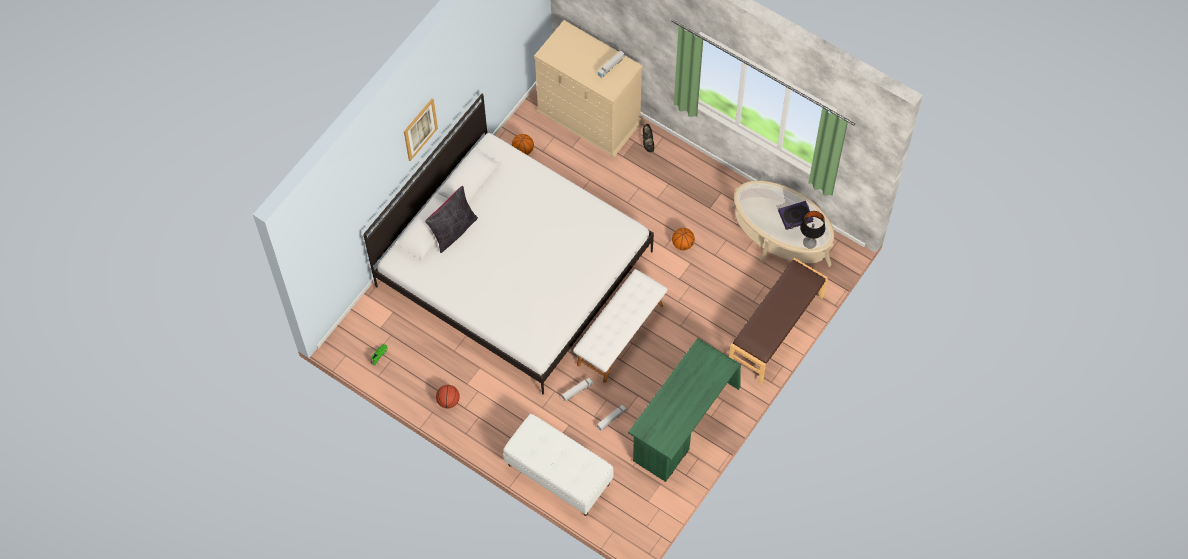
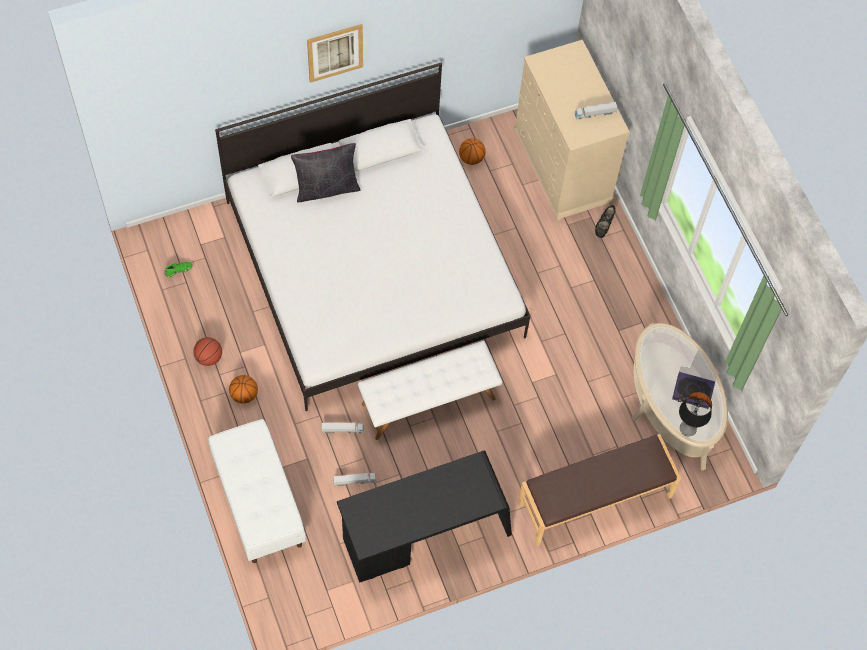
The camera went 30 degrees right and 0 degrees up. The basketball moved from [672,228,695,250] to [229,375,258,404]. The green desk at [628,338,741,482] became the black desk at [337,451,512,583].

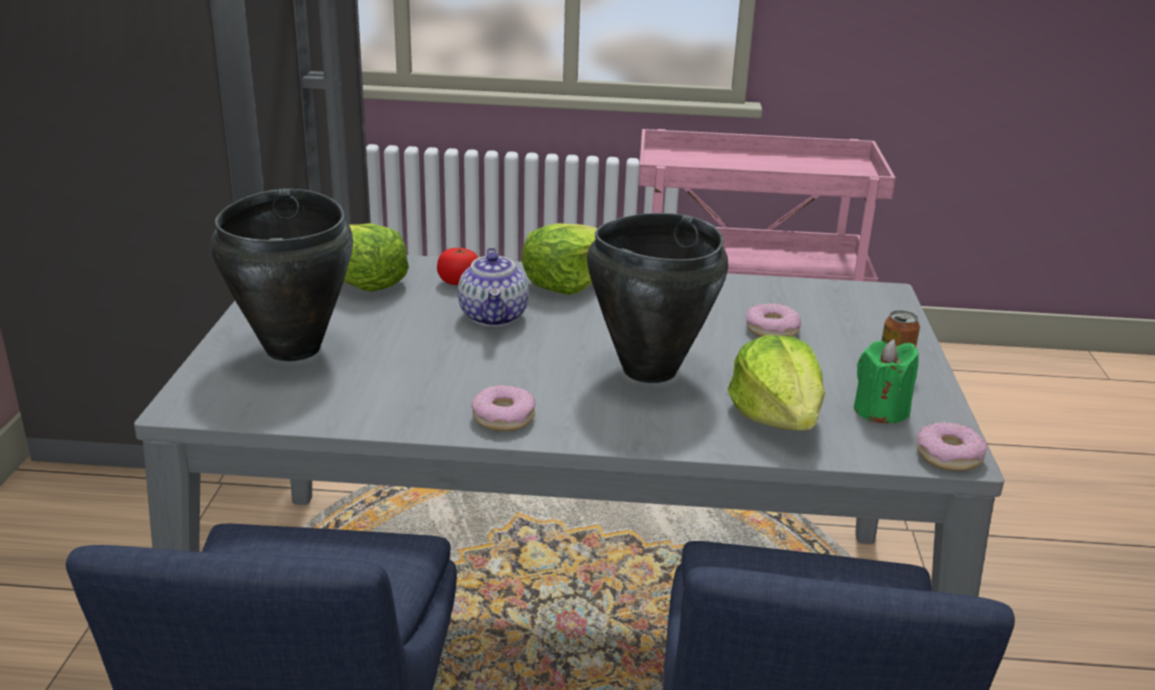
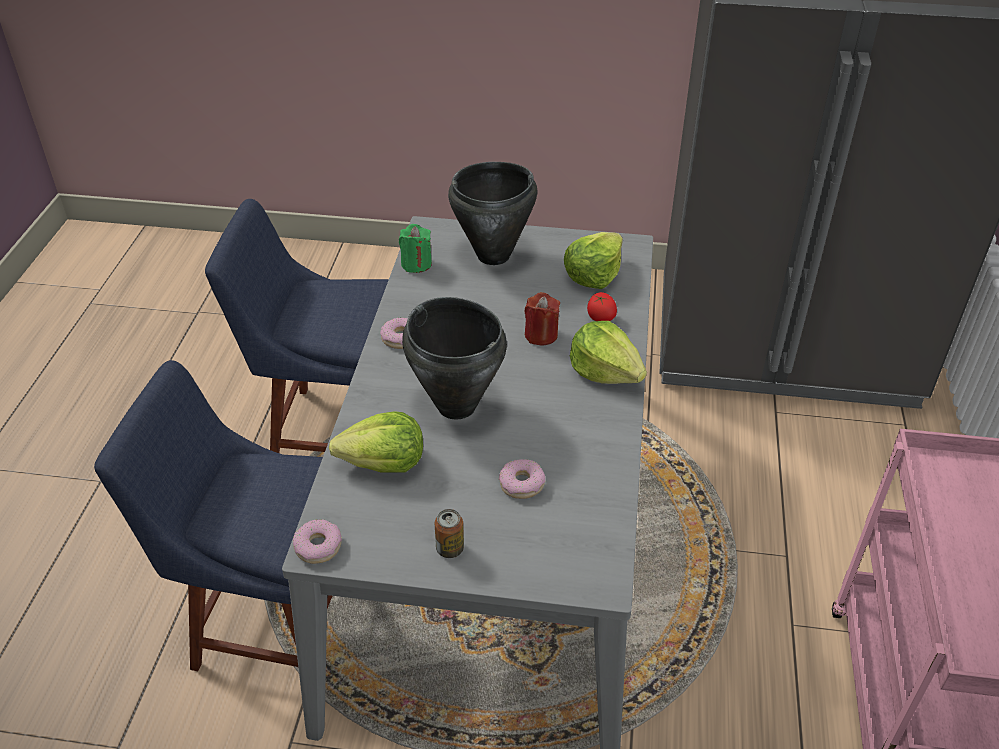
The camera went 95 degrees right and 15 degrees up. The green candle moved from [854,339,919,423] to [399,224,432,273]. The teapot at [458,248,529,326] was replaced by the red candle at [525,292,560,345].

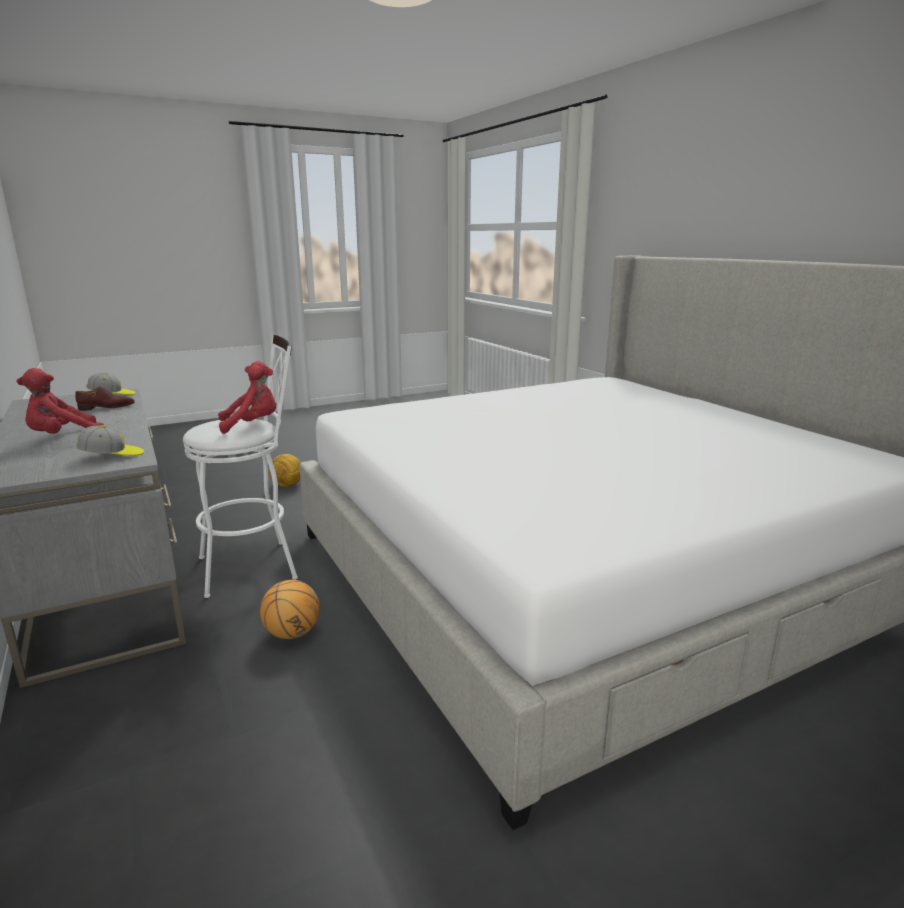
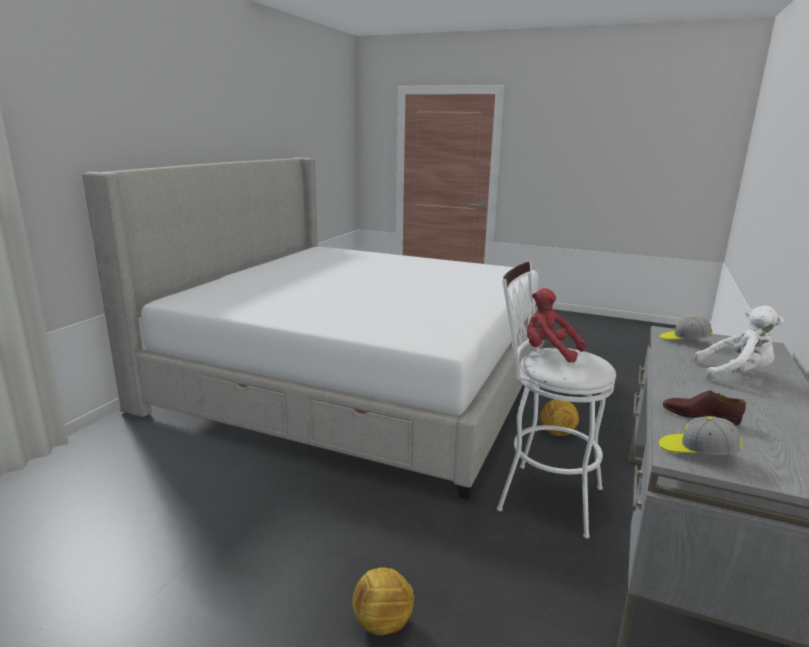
The camera went 130 degrees left and 0 degrees up. The basketball at [260,580,320,639] was replaced by the football at [540,399,579,436]. The red plush toy at [17,368,104,433] became the white plush toy at [694,306,784,381].

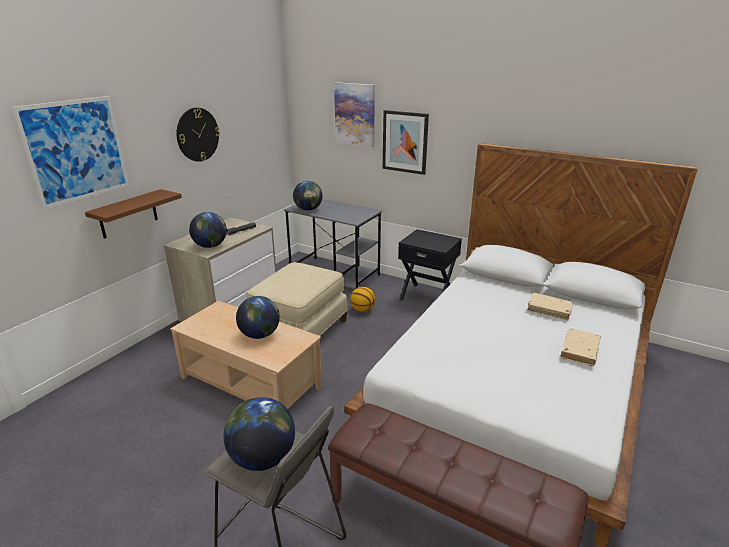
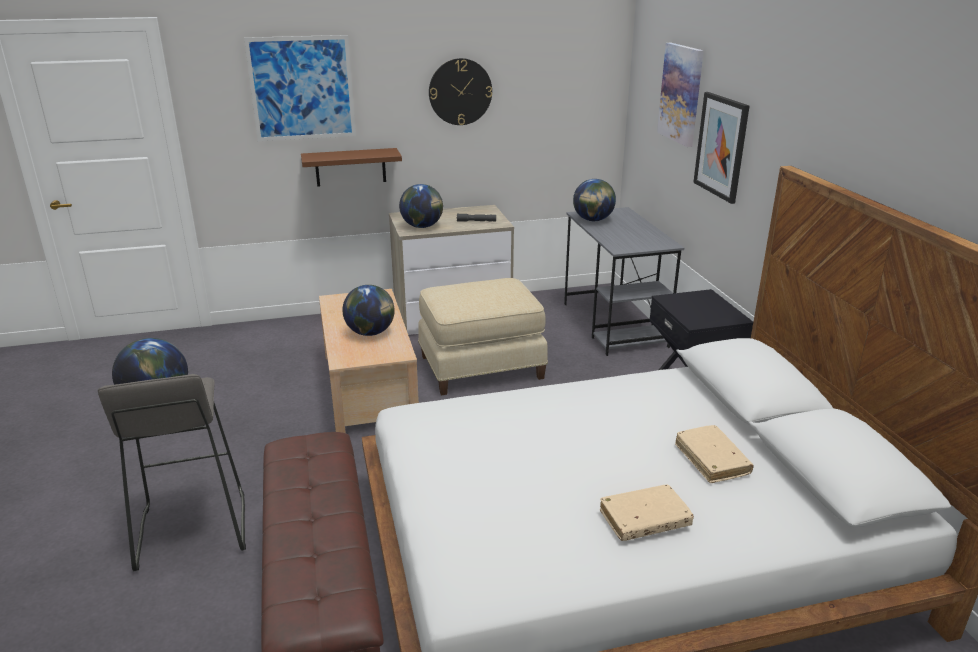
The camera went 45 degrees right and 0 degrees up. The basketball at [350,287,375,312] disappeared.

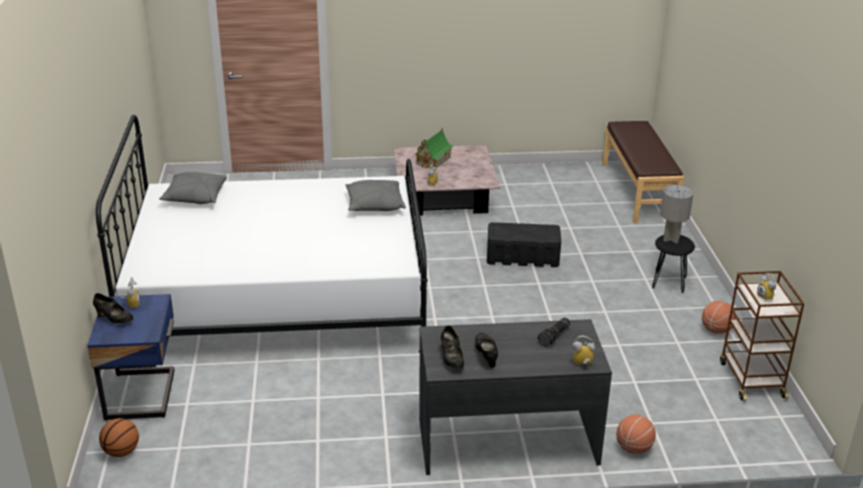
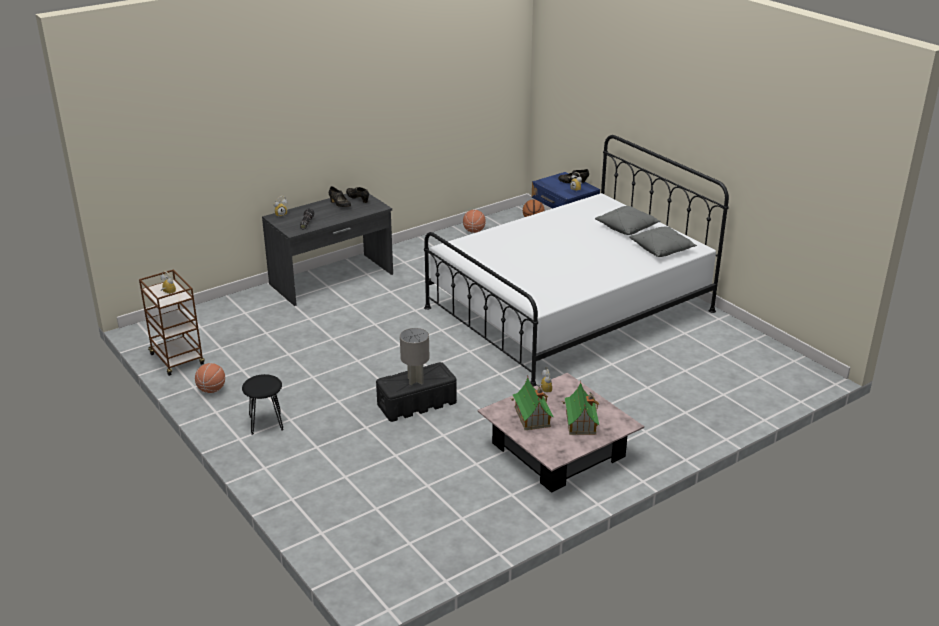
The camera went 150 degrees right and 0 degrees up. The brown bench at [602,121,684,223] disappeared. The toy house at [512,376,554,430] appeared. The grey pillow moved from [345,180,406,211] to [595,206,661,235]. The basketball moved from [616,414,656,454] to [463,210,486,233]. The grey table lamp moved from [660,185,694,244] to [400,328,430,385].

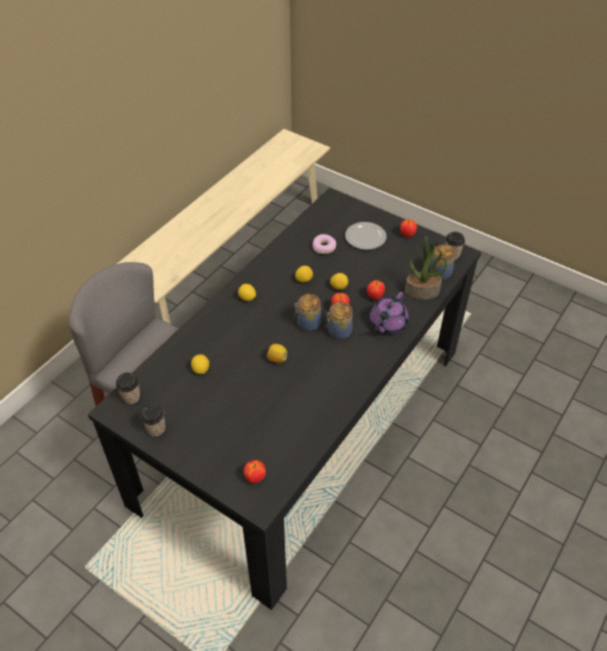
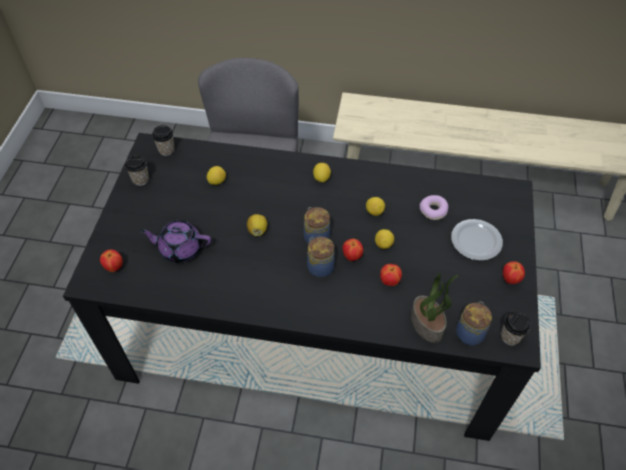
The camera went 65 degrees right and 5 degrees up. The purple teapot moved from [370,292,409,334] to [140,220,211,262].

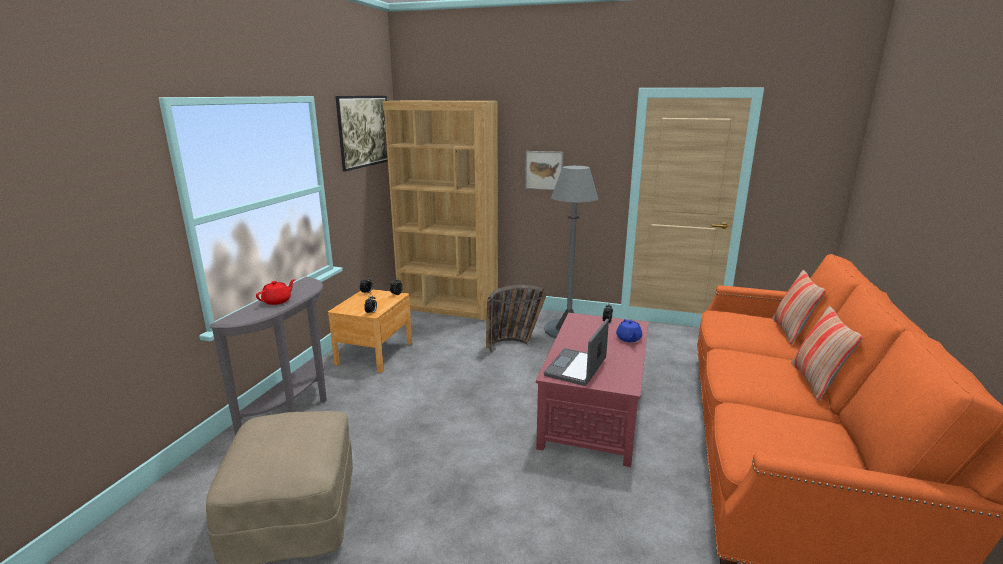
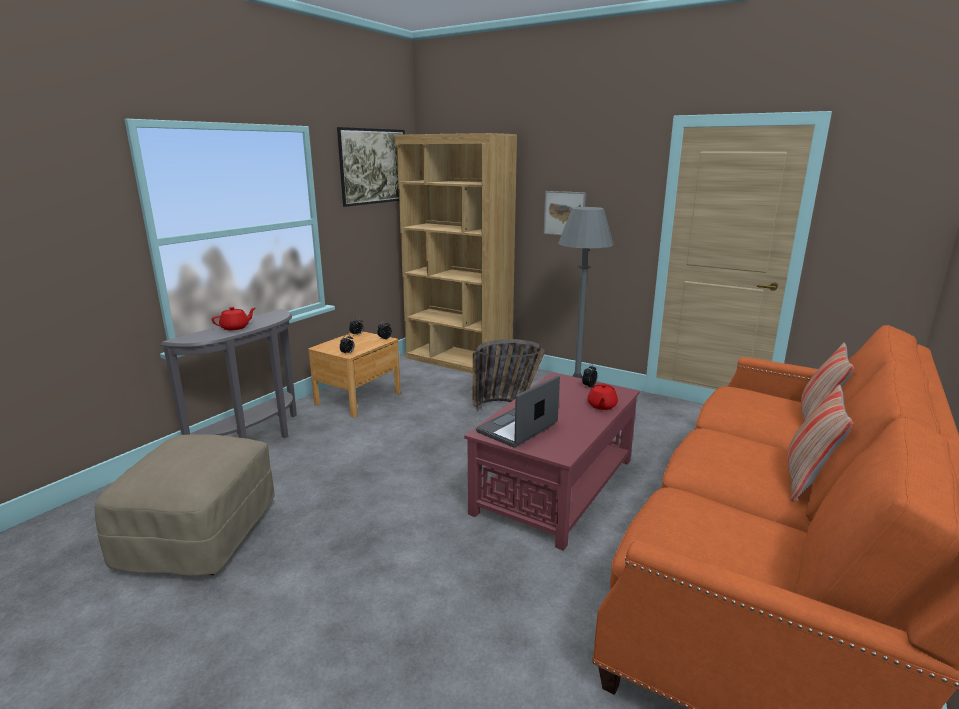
The camera went 15 degrees right and 0 degrees up. The blue teapot at [616,319,642,342] became the red teapot at [587,383,618,410].

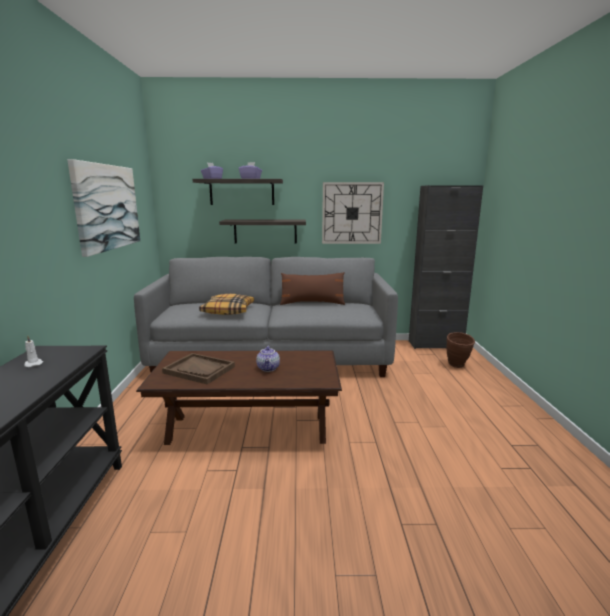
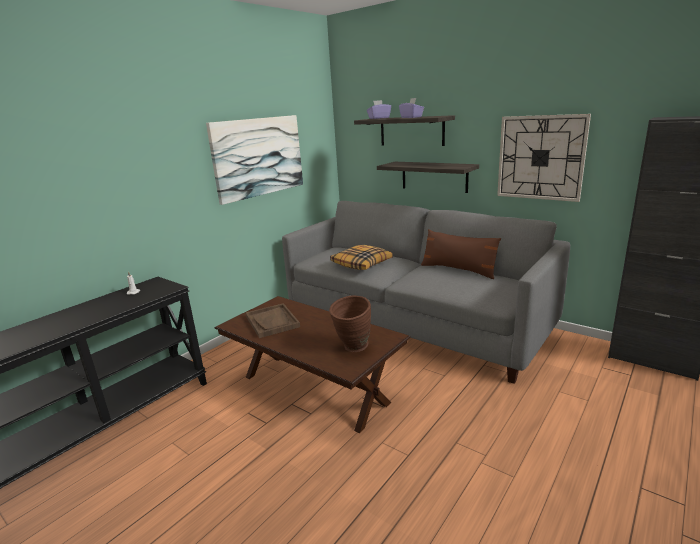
The camera went 40 degrees right and 5 degrees up. The teapot at [256,346,280,372] disappeared. The brown vase moved from [447,332,475,368] to [329,295,371,352].

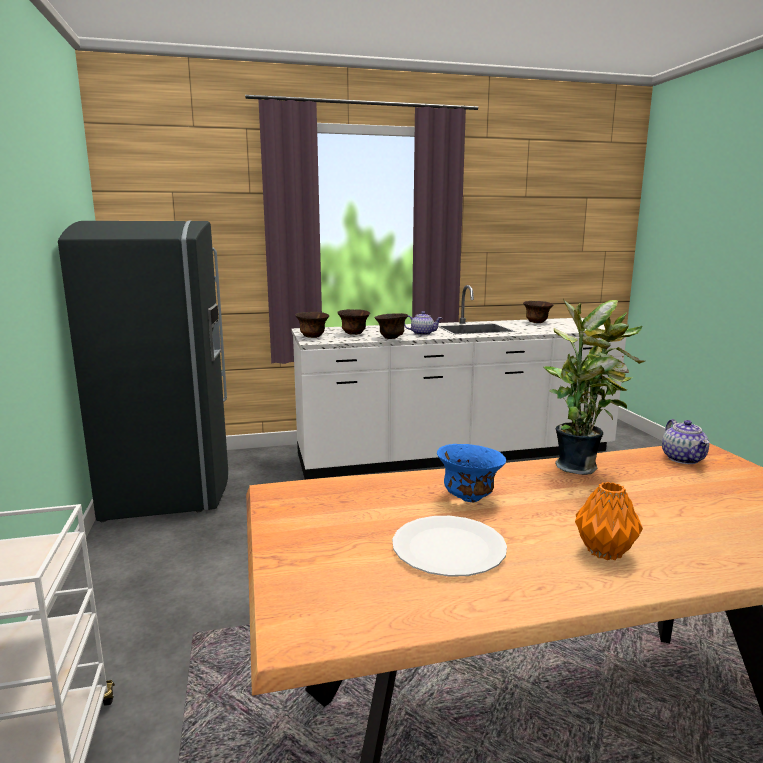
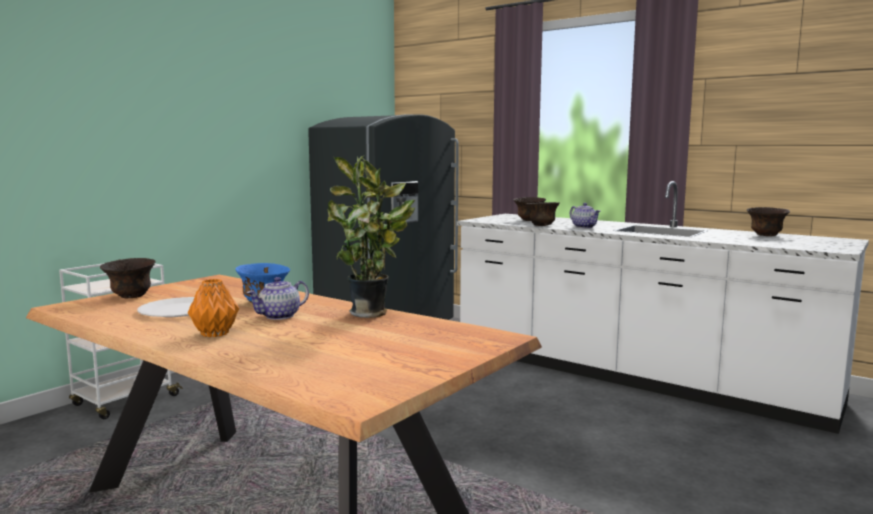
The camera went 50 degrees right and 5 degrees down. The brown bowl moved from [295,312,329,338] to [100,258,156,298]. The teapot moved from [662,419,709,464] to [246,277,309,320].

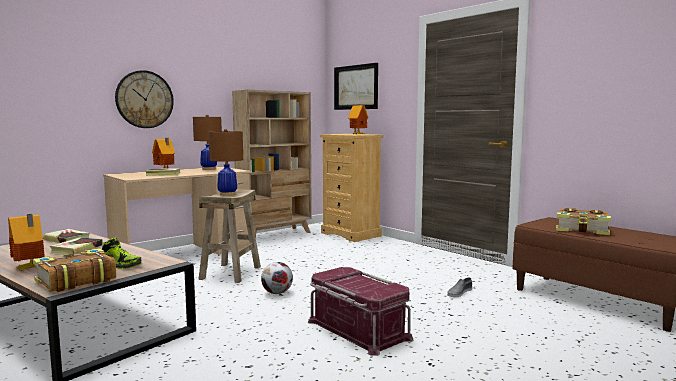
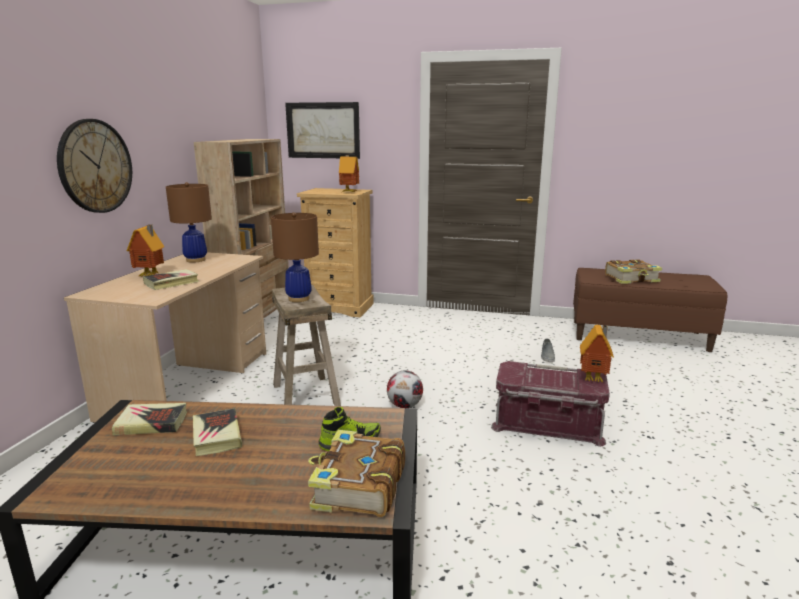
The camera went 35 degrees left and 10 degrees up. The toy house moved from [8,214,44,271] to [580,325,614,382].

